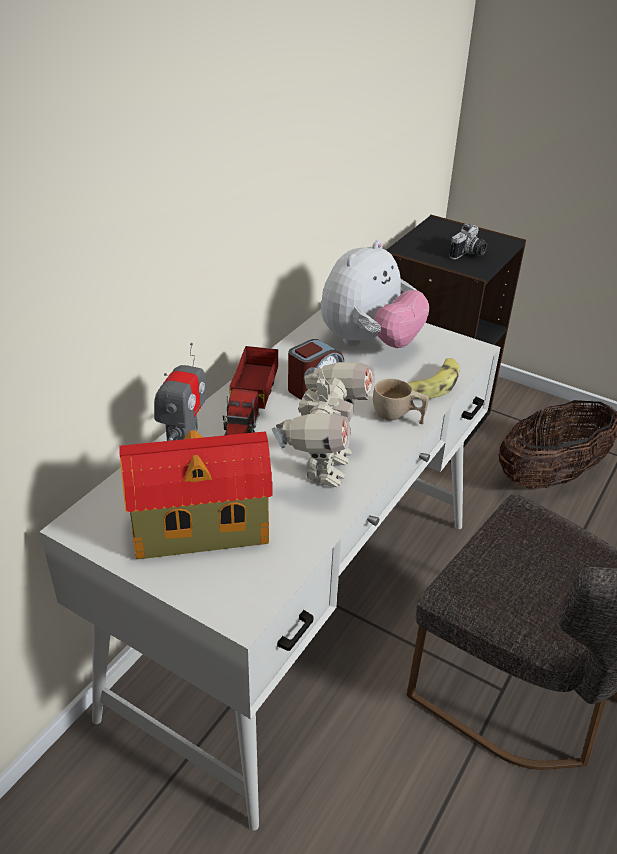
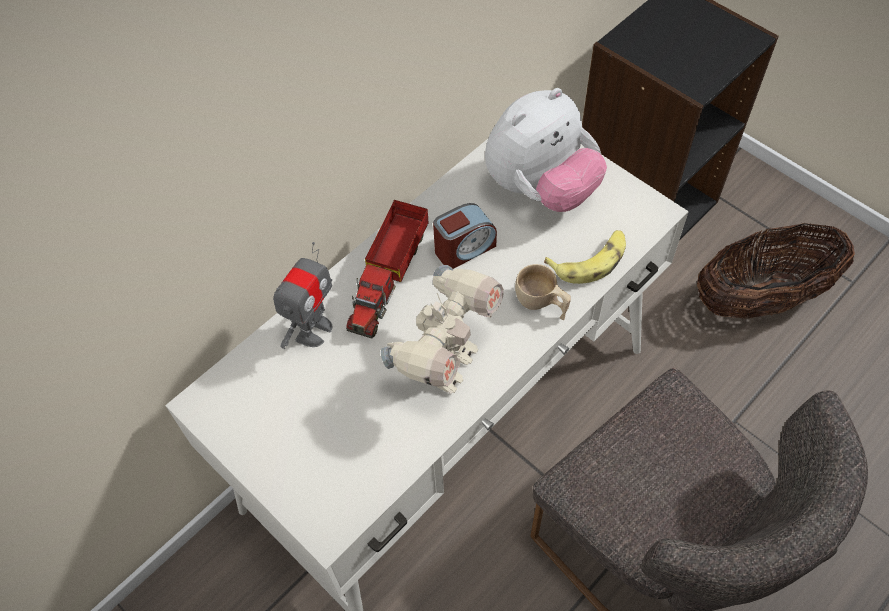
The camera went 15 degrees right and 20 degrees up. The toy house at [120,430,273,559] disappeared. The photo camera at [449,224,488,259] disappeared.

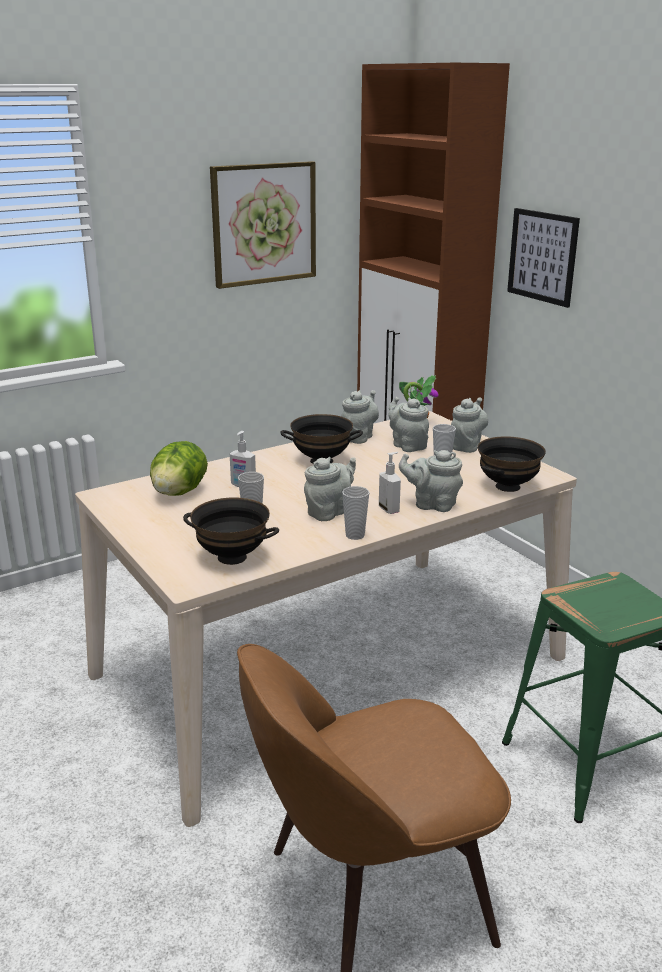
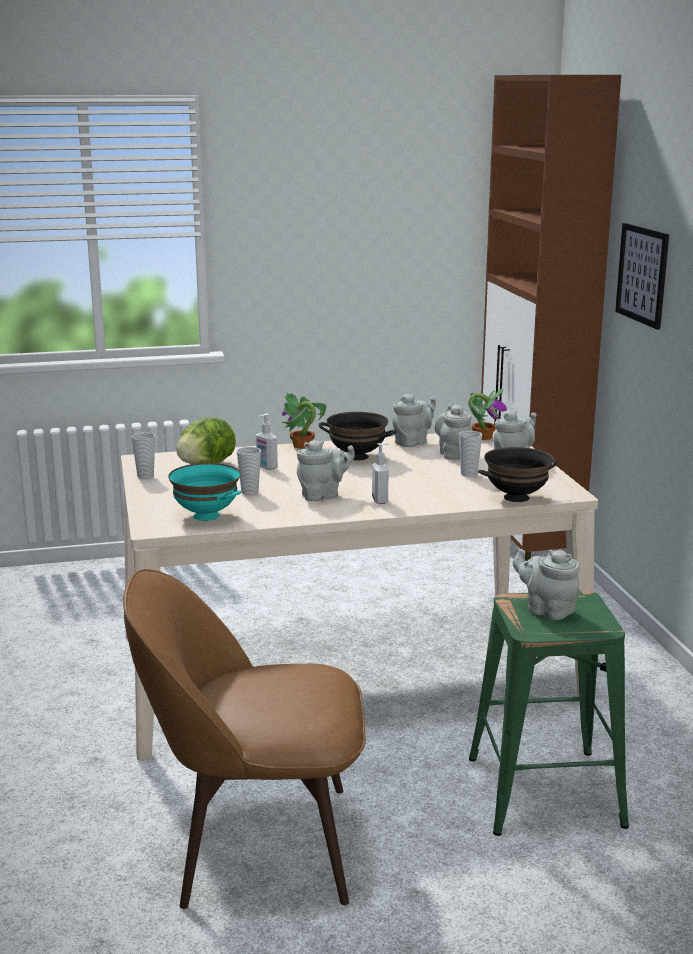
The camera went 20 degrees right and 5 degrees down. The picture at [210,161,316,289] disappeared. The potted plant at [282,393,326,449] appeared. The cup moved from [342,486,369,540] to [131,432,155,479]. The grey teapot moved from [399,450,463,512] to [513,549,580,620]. The black bowl at [183,497,279,565] became the turquoise bowl at [168,463,241,521].

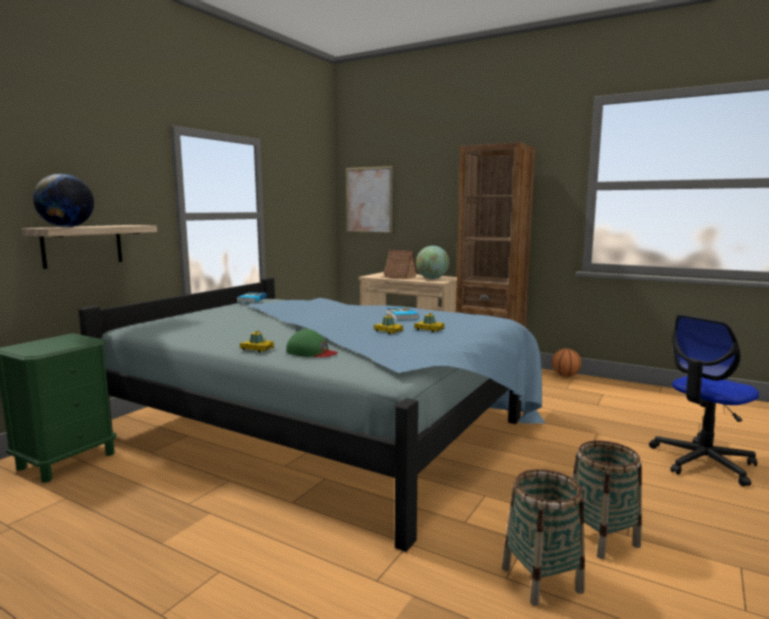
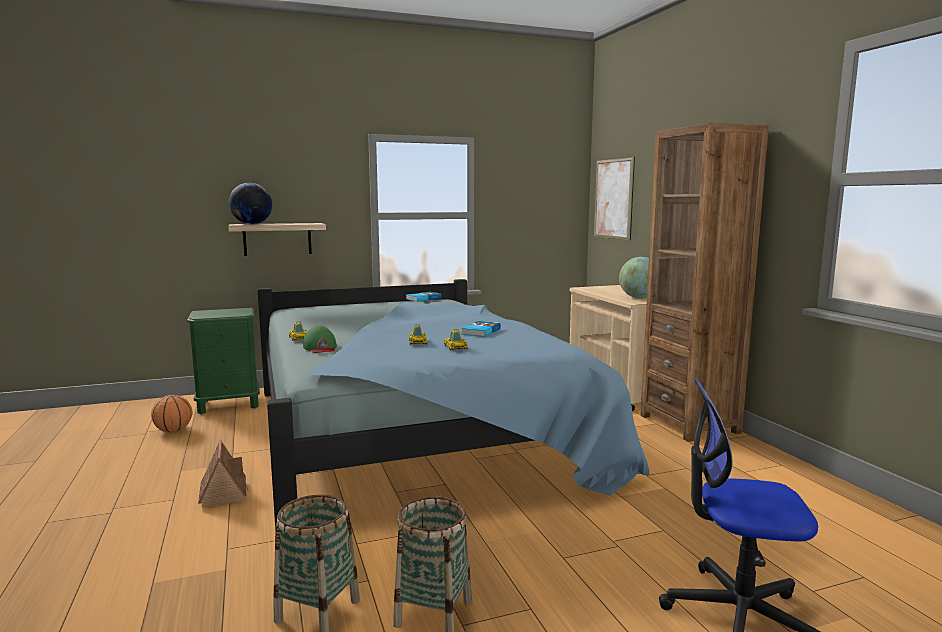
The camera went 40 degrees right and 0 degrees up. The toy house moved from [382,250,418,279] to [198,439,248,508]. The basketball moved from [552,348,582,377] to [151,395,192,432].

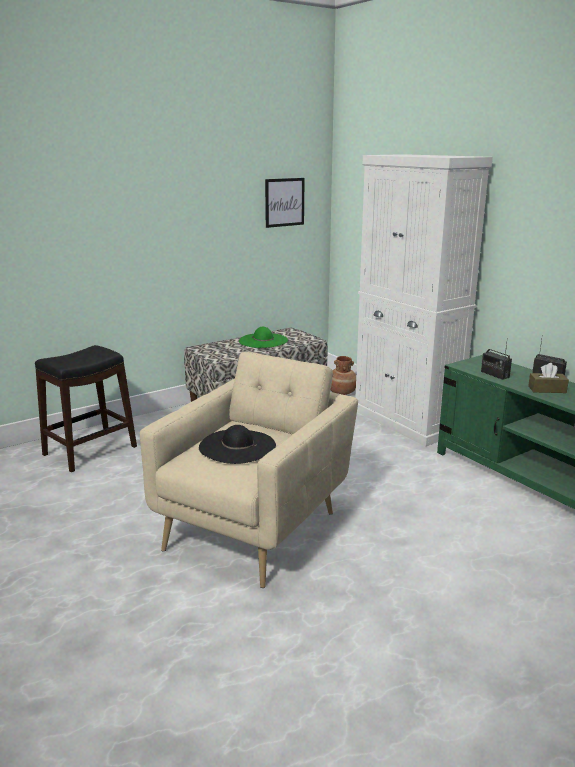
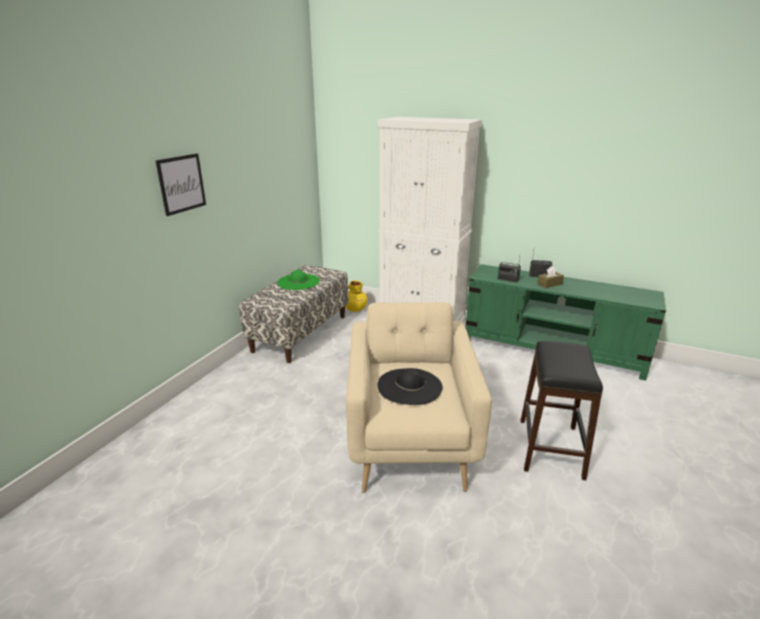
The camera went 30 degrees left and 5 degrees up. The black stool moved from [35,345,137,472] to [521,341,603,480]. The picture moved from [265,178,305,228] to [156,154,206,216]. The brown vase at [331,356,356,395] became the yellow vase at [345,281,368,312].

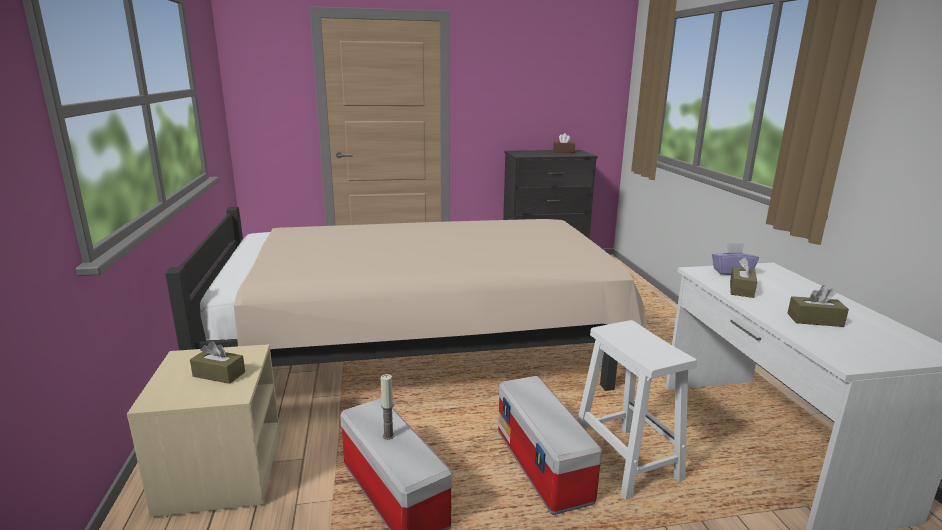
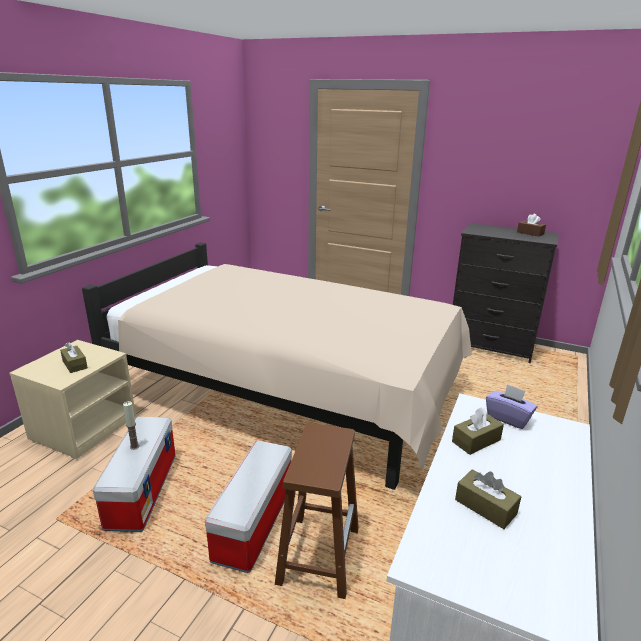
The camera went 35 degrees right and 5 degrees up. The white stool at [577,320,697,500] became the brown stool at [275,423,359,599].

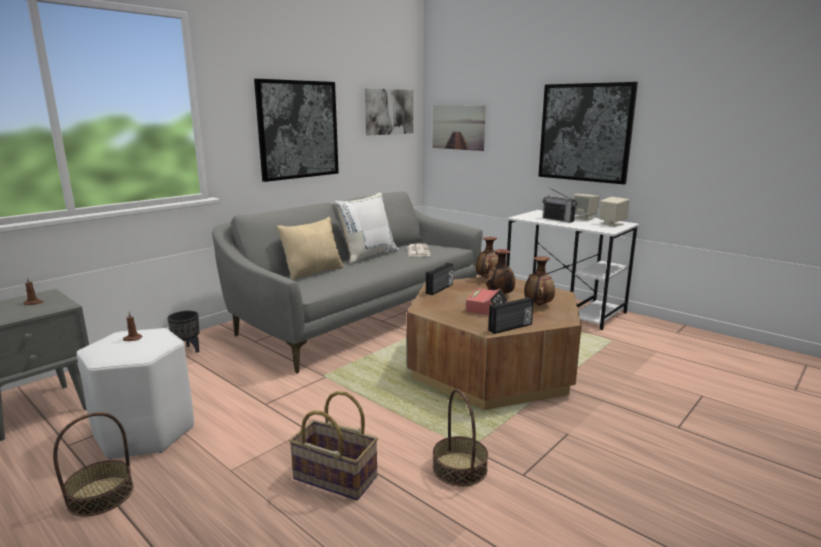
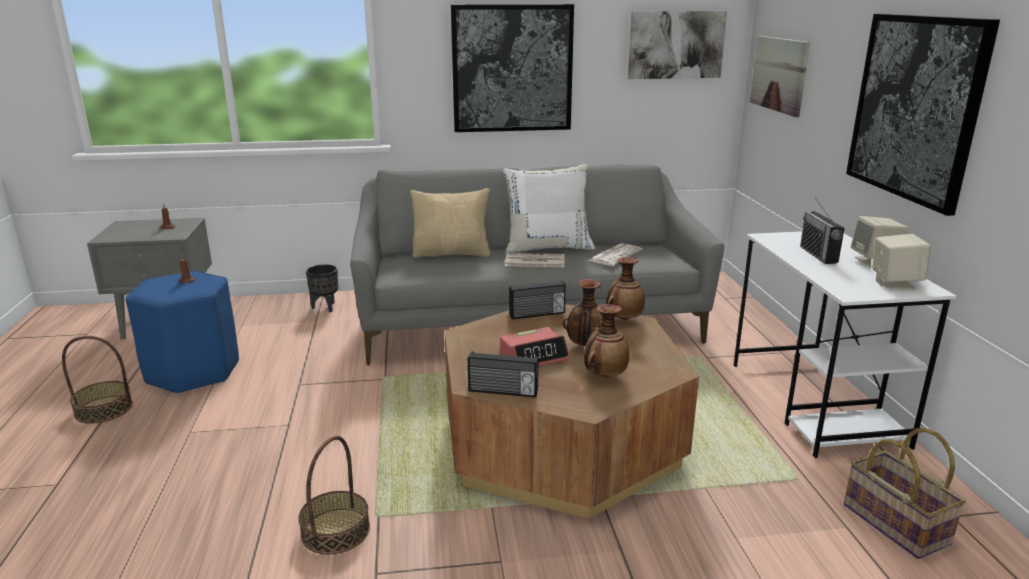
The camera went 40 degrees right and 5 degrees up. The newspaper at [505,253,565,267] appeared. The basket moved from [289,391,378,501] to [844,428,966,559]. The white stool at [77,328,194,460] became the blue stool at [126,271,239,394].

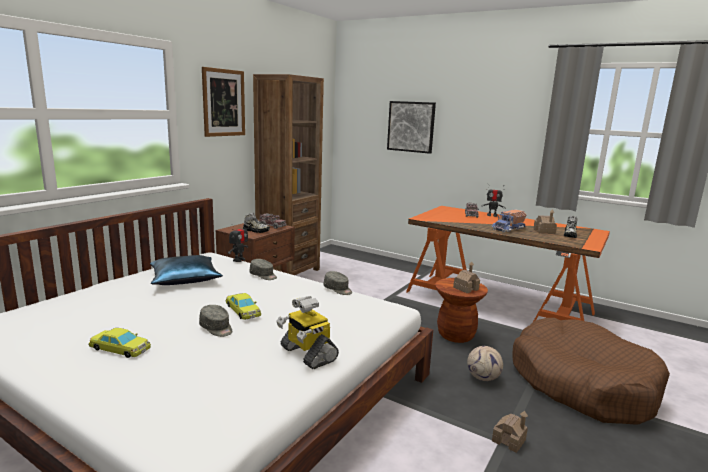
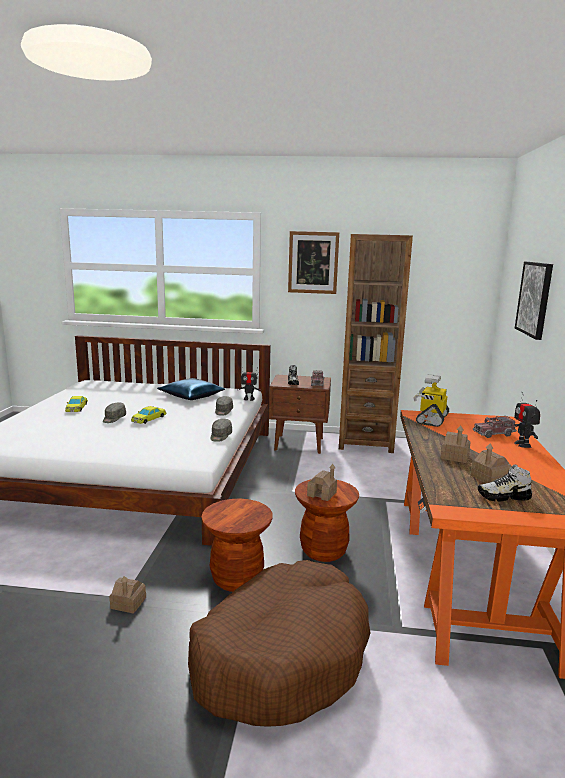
The camera went 65 degrees right and 0 degrees up. The toy robot moved from [276,296,339,369] to [413,374,449,427]. The football at [467,346,503,381] was replaced by the brown stool at [201,498,272,592]. The toy truck at [491,209,526,232] was replaced by the toy house at [441,426,471,463].

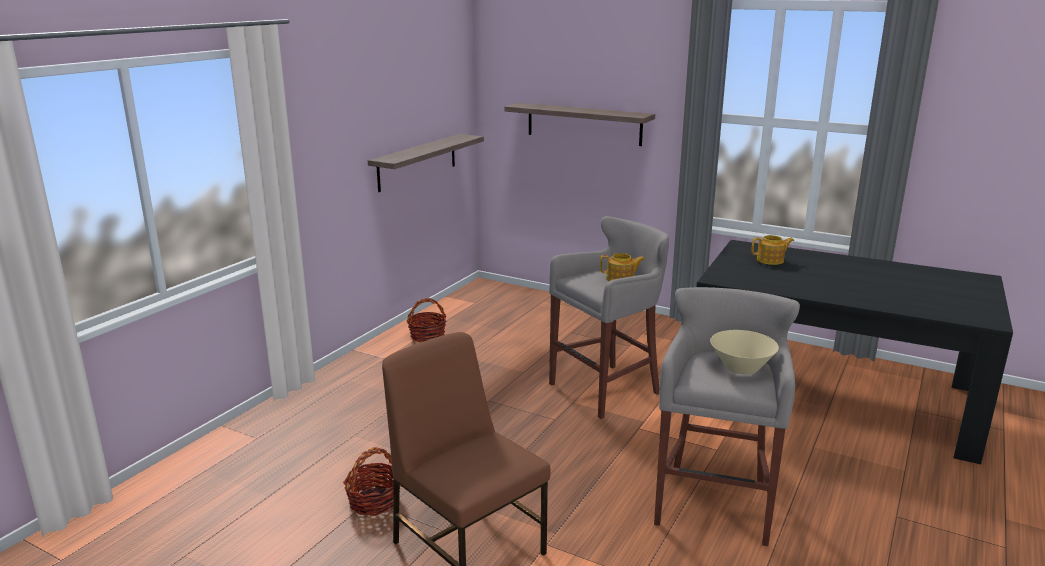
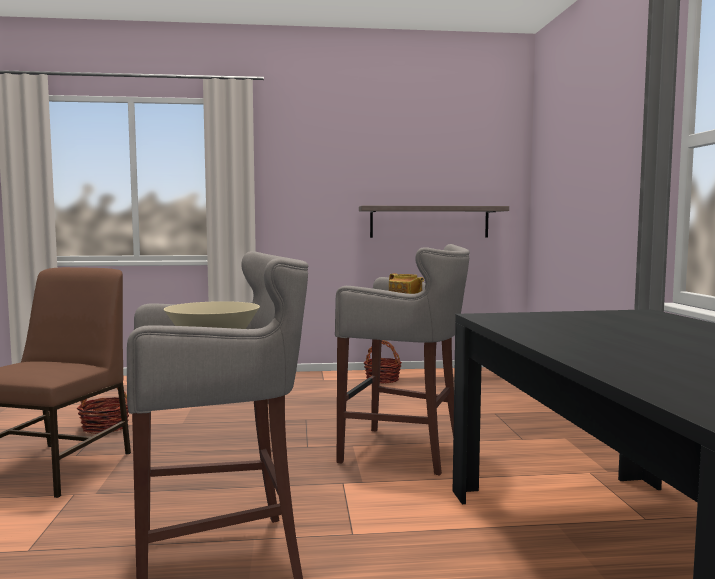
The camera went 55 degrees right and 15 degrees down. The shelf at [504,103,655,146] disappeared. The teapot at [752,235,794,265] disappeared.

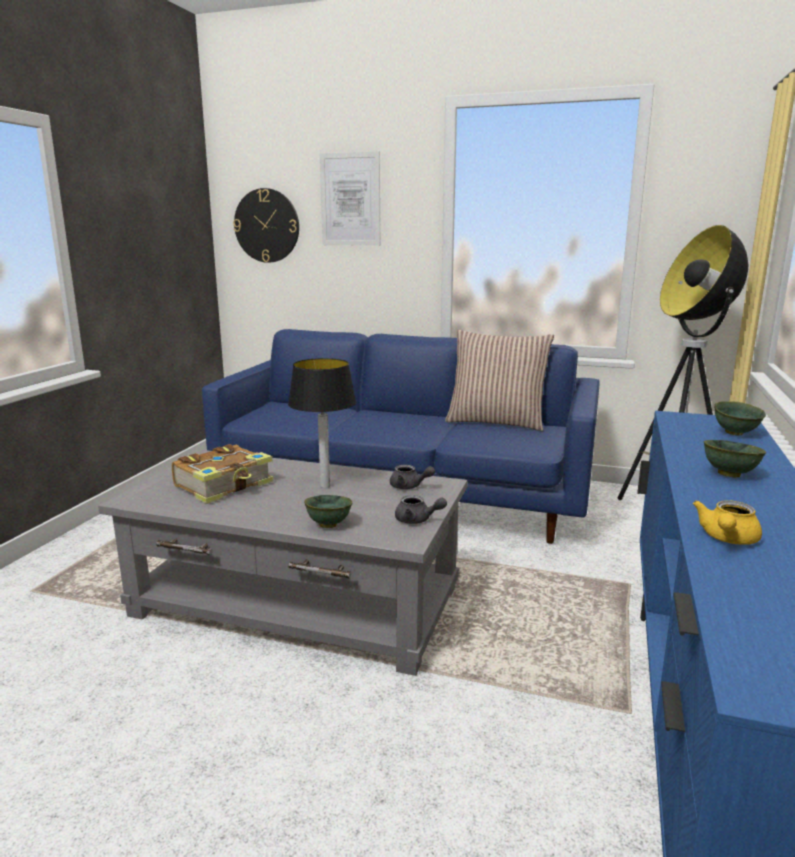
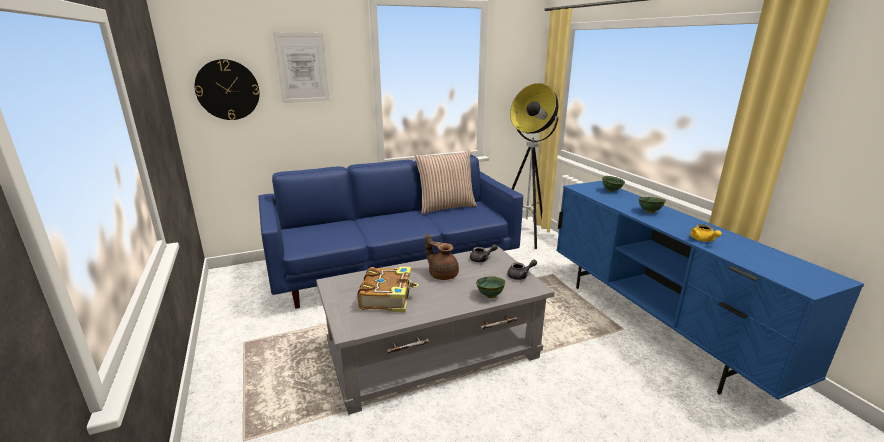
The camera went 40 degrees left and 5 degrees up. The table lamp at [288,358,356,488] was replaced by the brown teapot at [425,234,459,280].

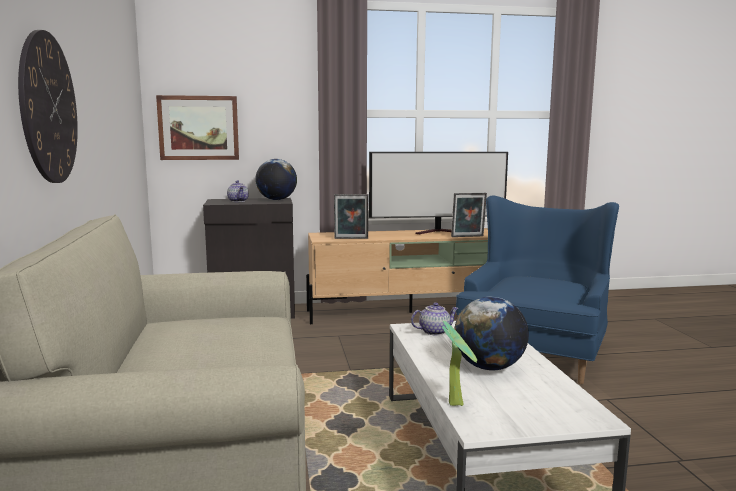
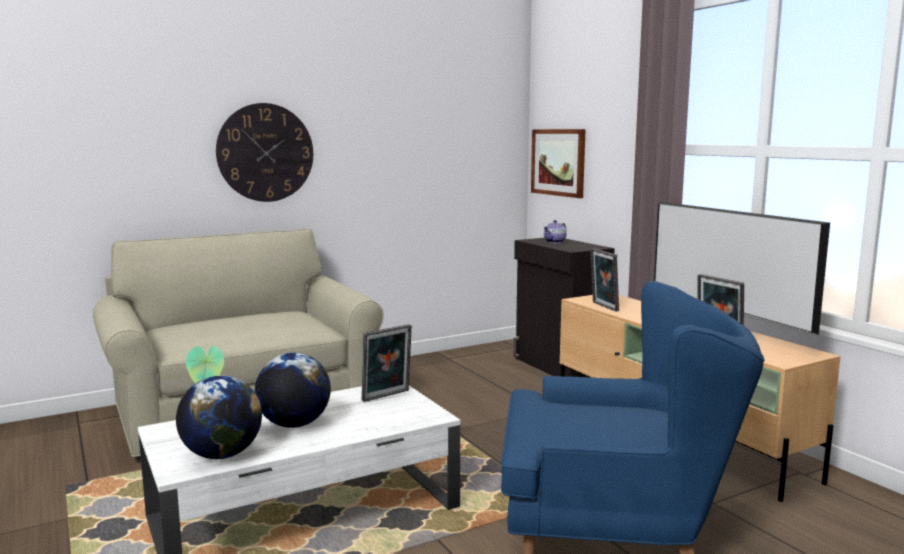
The camera went 70 degrees right and 0 degrees up. The globe moved from [255,159,297,200] to [176,376,262,459]. The teapot at [411,302,458,335] was replaced by the picture frame at [361,324,412,402].

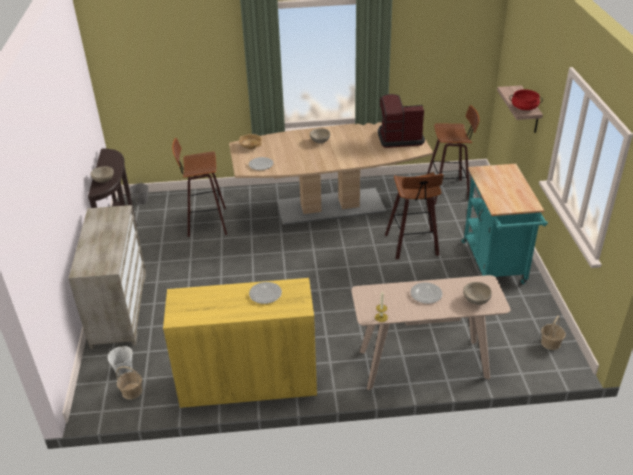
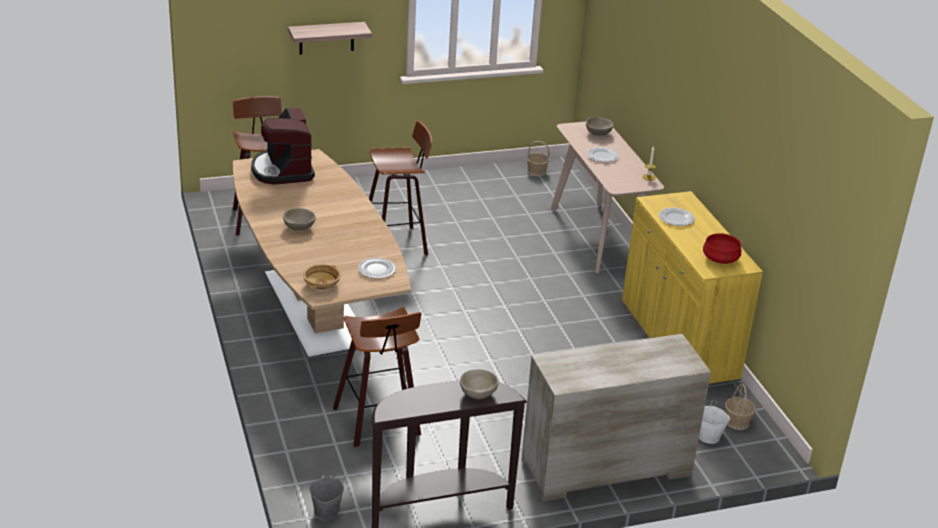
The camera went 105 degrees left and 5 degrees down. The turquoise cart at [462,164,548,284] disappeared. The red cooking pot moved from [509,89,543,110] to [703,233,741,264].

